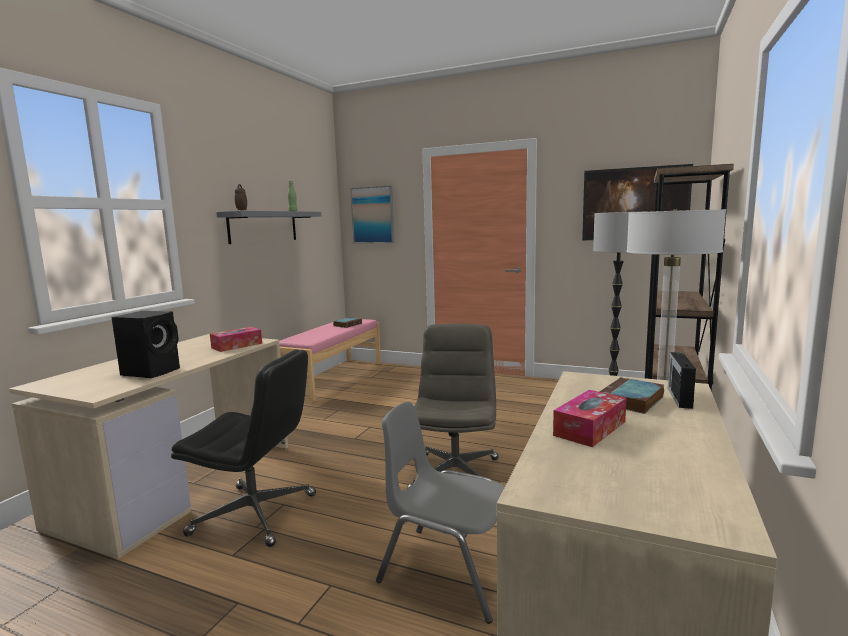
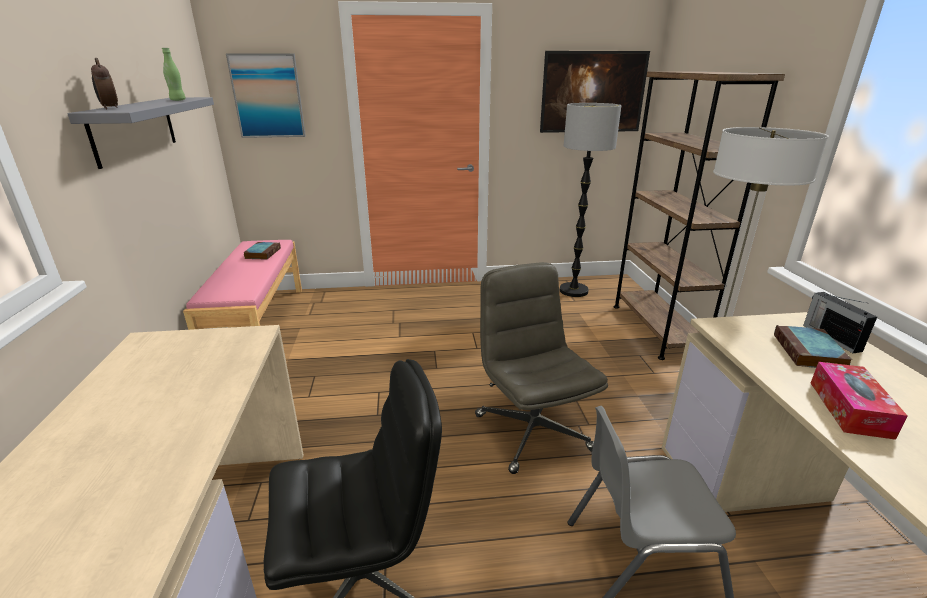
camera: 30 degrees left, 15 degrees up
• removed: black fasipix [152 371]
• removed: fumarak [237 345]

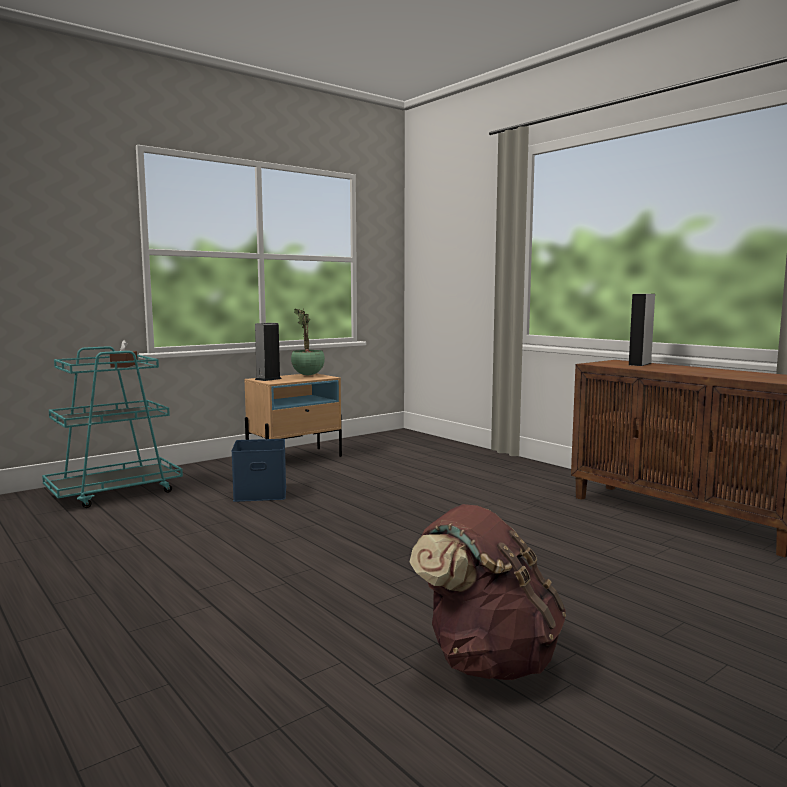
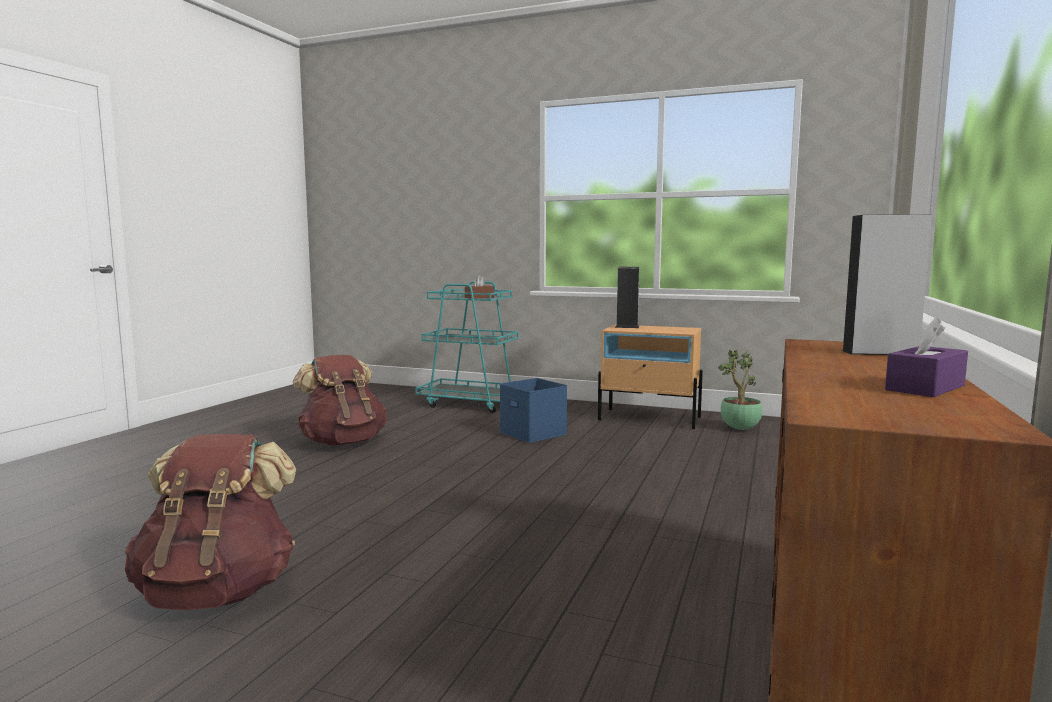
camera: 60 degrees right, 0 degrees up
• added: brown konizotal [343 442]
• moved: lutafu [308 375] to [739 429]
• added: purple fumarak [925 388]

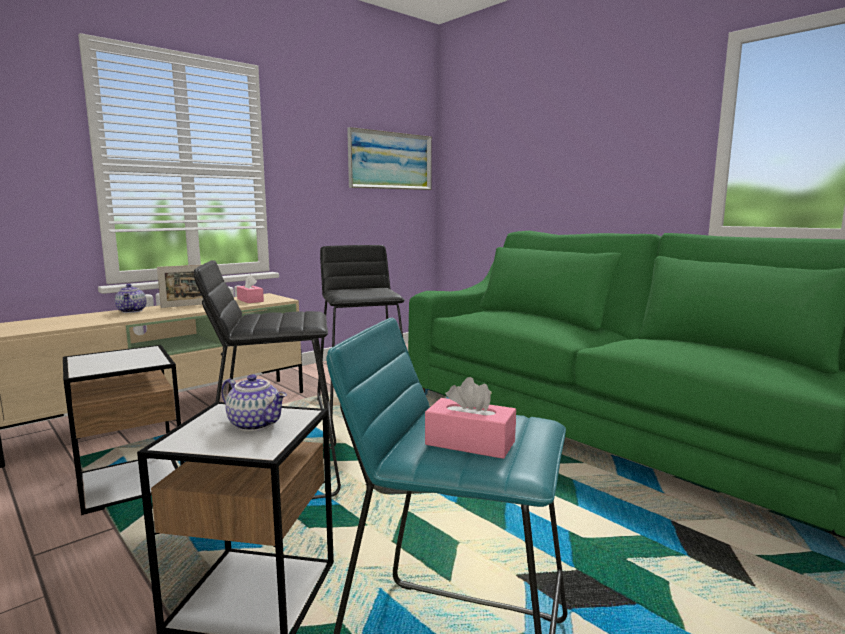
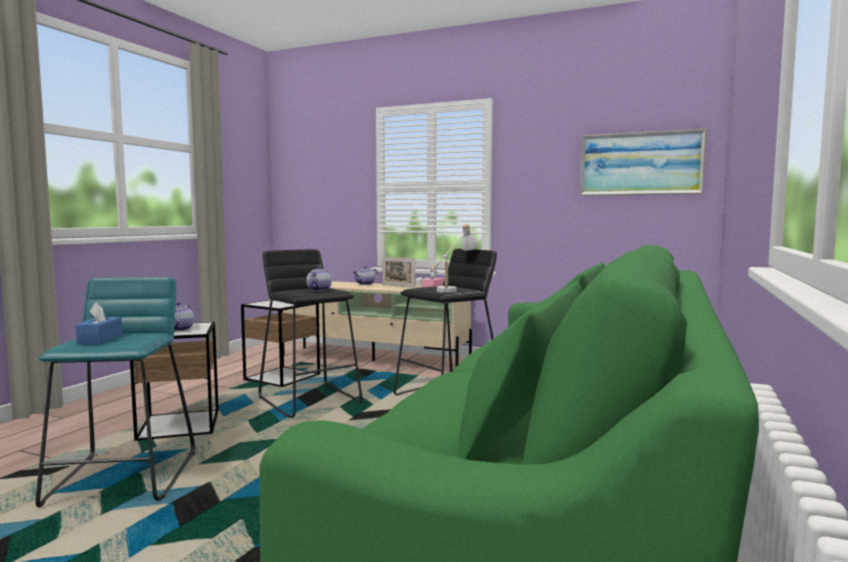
camera: 65 degrees right, 5 degrees down
• recoloured: pink fumarak [470 443] to blue fumarak [100 339]
• added: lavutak [318 290]
• added: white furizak [453 289]

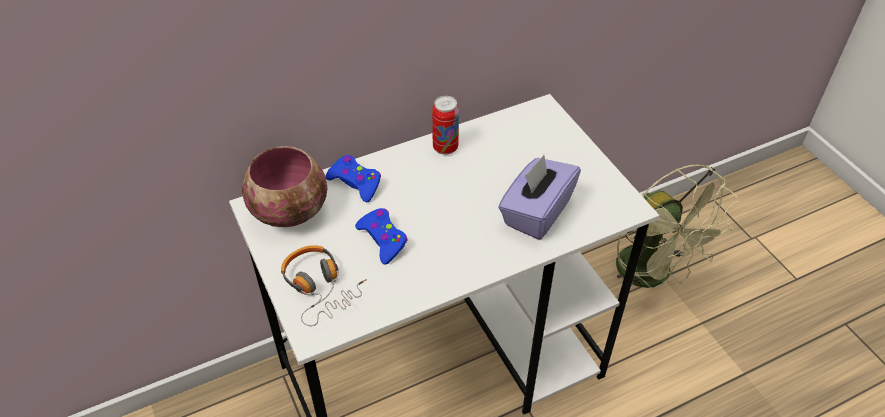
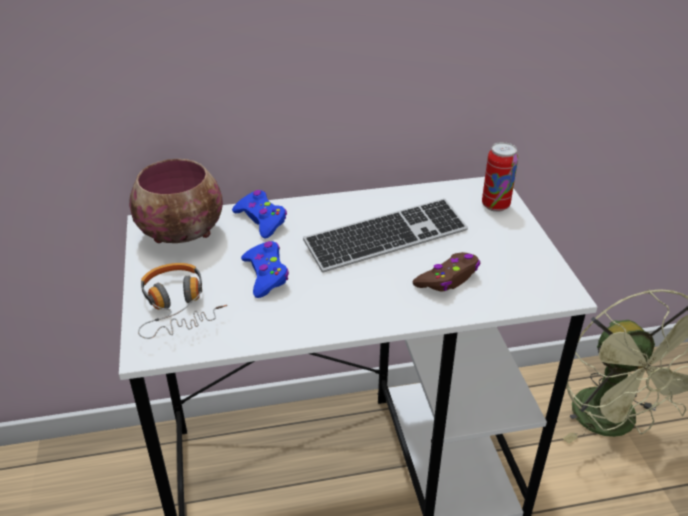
camera: 15 degrees right, 10 degrees down
• added: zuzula [386 238]
• replaced: purple fumarak [536 212] to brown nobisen [448 279]
• moved: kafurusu [445 147] to [495 205]

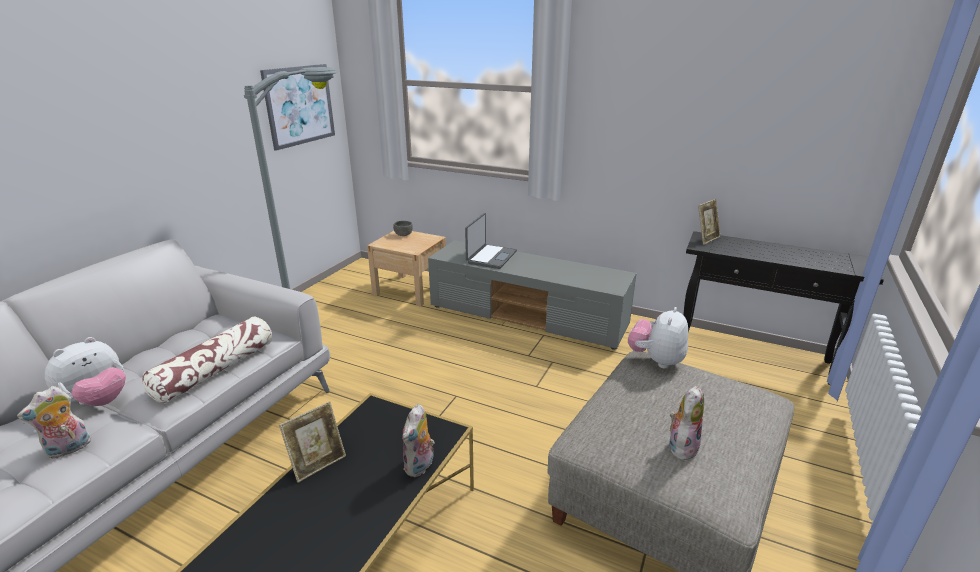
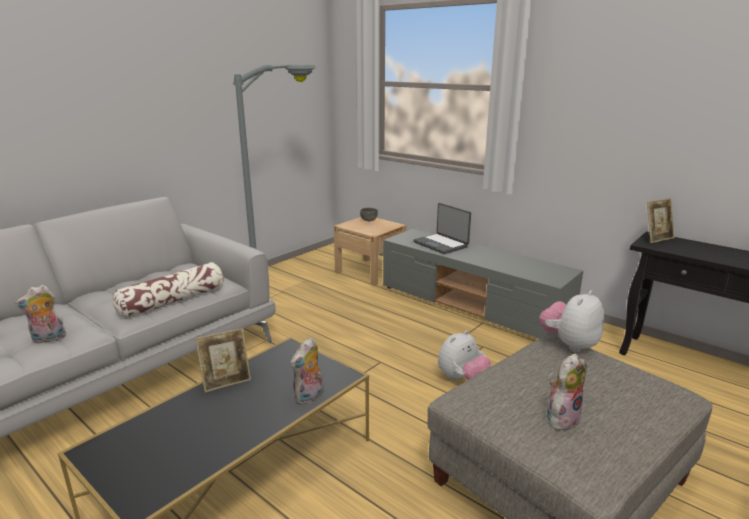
camera: 15 degrees right, 5 degrees down
• turned: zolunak [490 257] = [441 244] 105 degrees clockwise
• moved: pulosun [98 401] to [462 379]
• removed: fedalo [299 105]

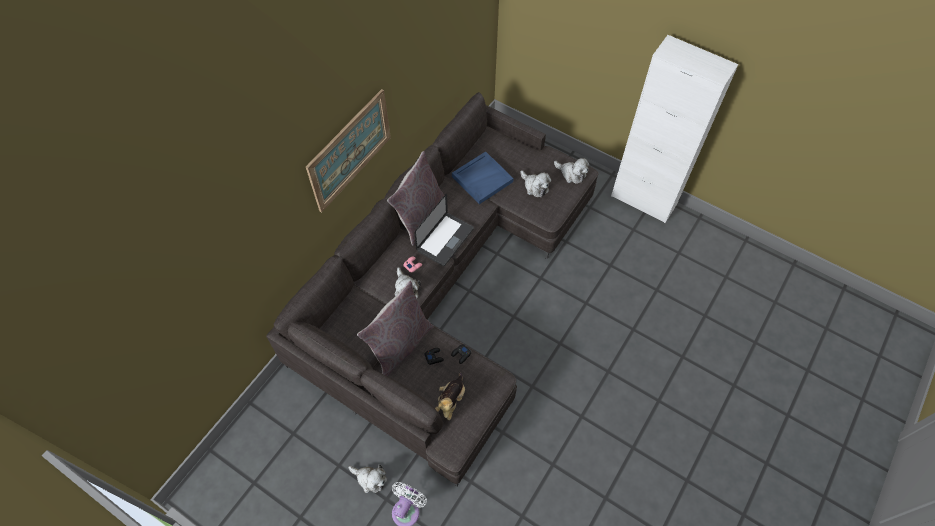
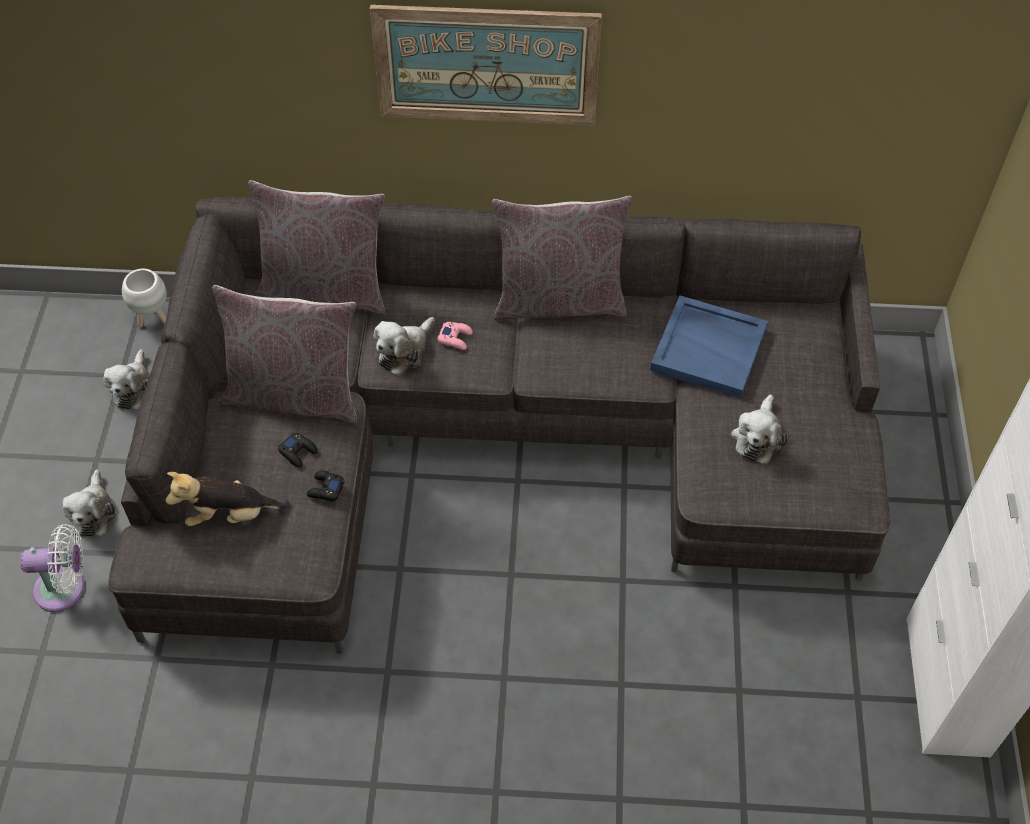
camera: 60 degrees right, 5 degrees down
• moved: pulosun [571 174] to [133 388]
• added: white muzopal [153 318]
• added: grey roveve [325 290]
• removed: zolunak [445 240]

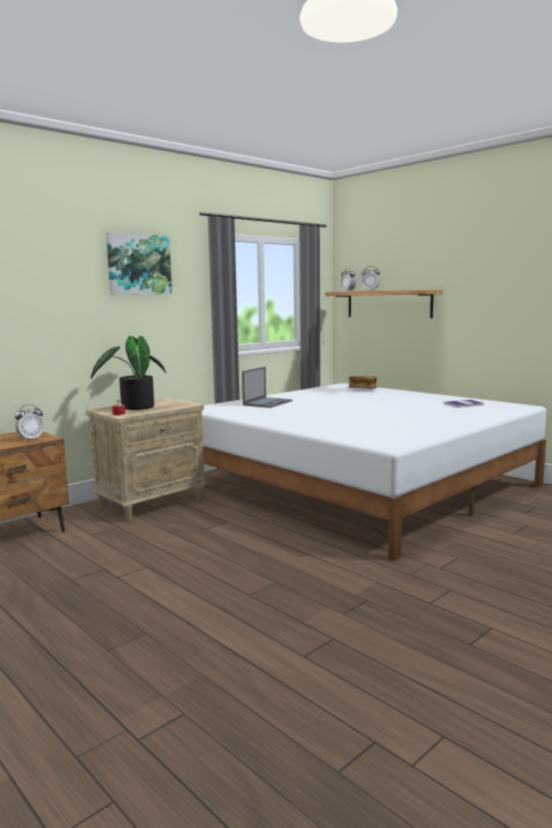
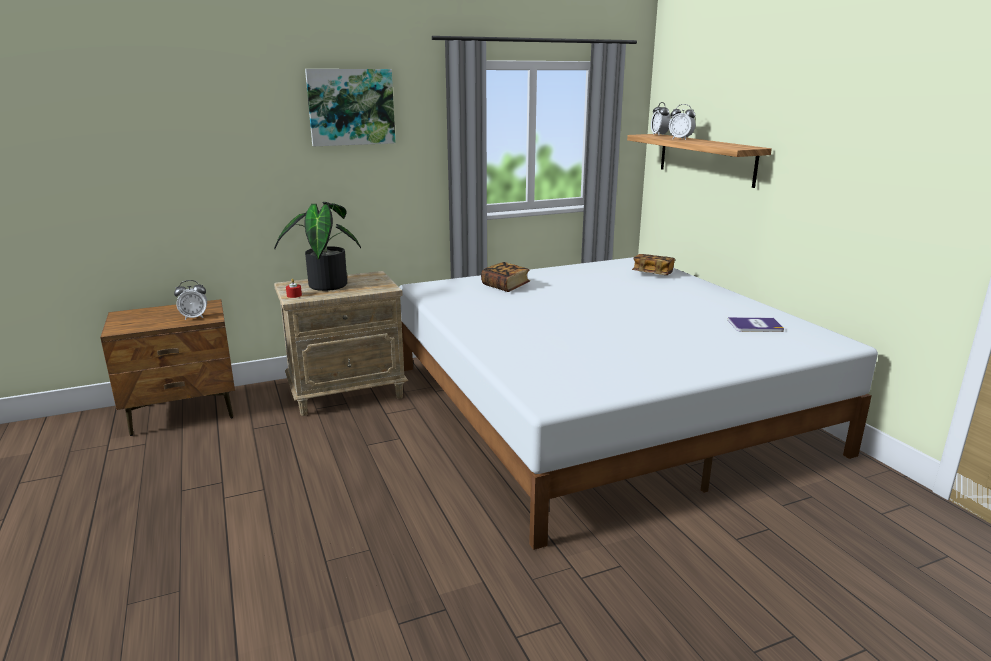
camera: 20 degrees right, 10 degrees up
• replaced: zolunak [268 403] to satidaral [505 286]

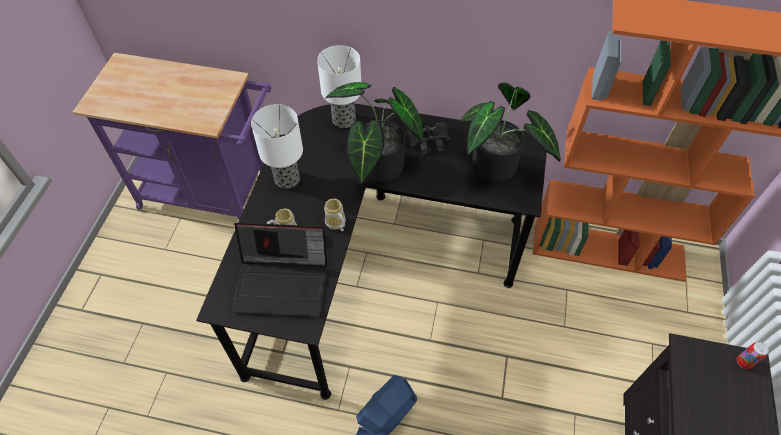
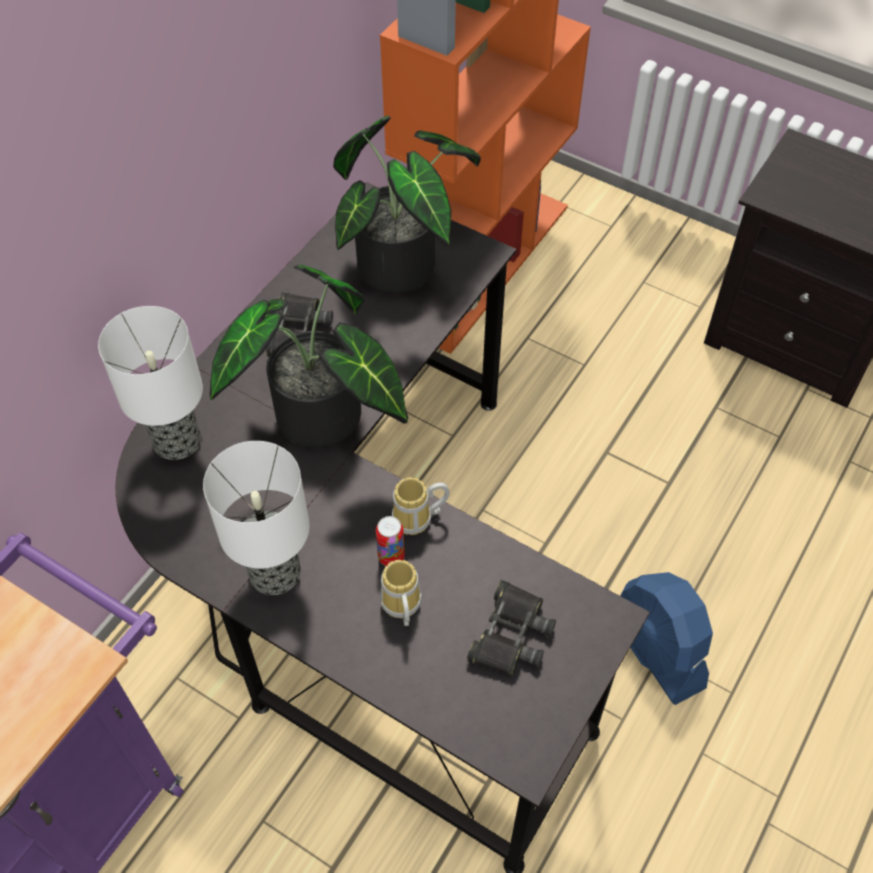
camera: 70 degrees left, 0 degrees up
• moved: kafurusu [743 362] to [391 557]
• replaced: zolunak [283 283] to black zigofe [510 634]

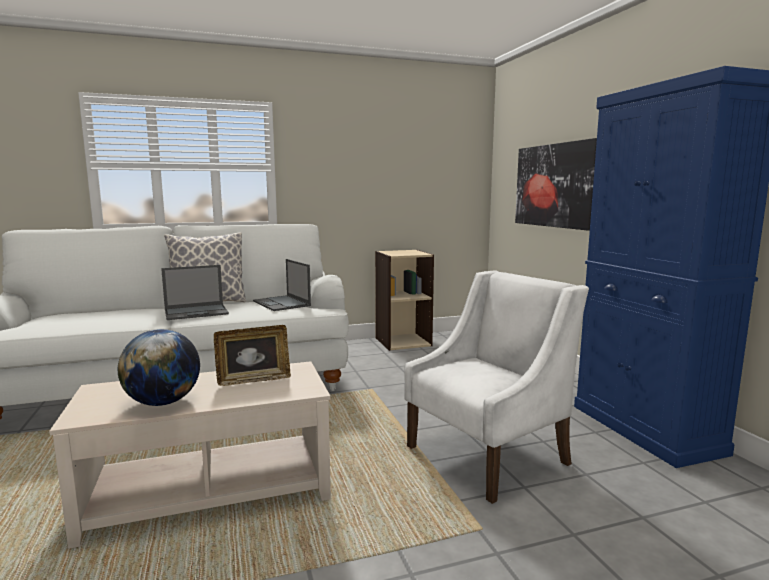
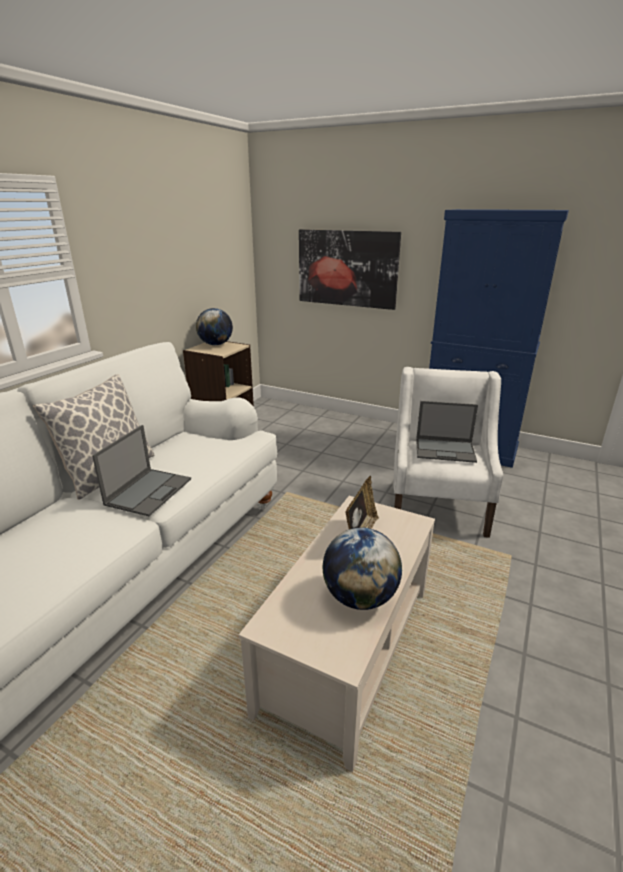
camera: 45 degrees left, 15 degrees up
• added: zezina [216 344]
• moved: zolunak [282 303] to [445 450]

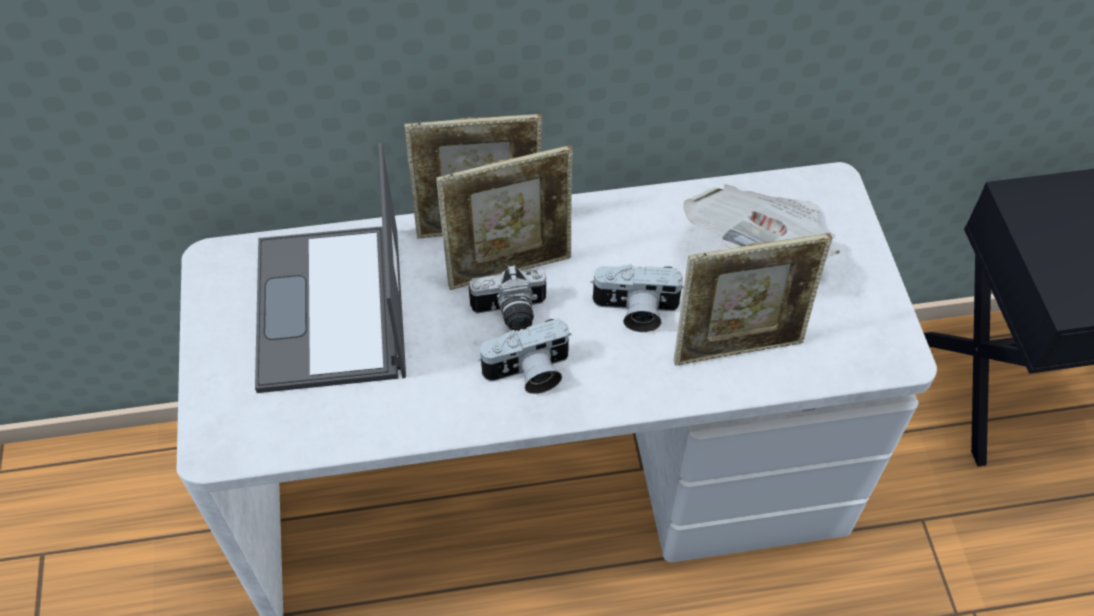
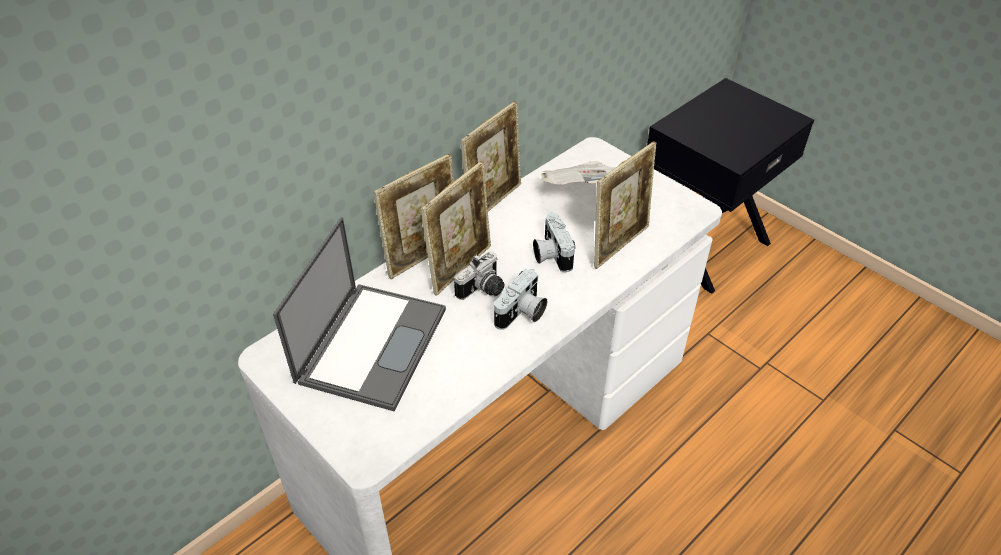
camera: 35 degrees left, 10 degrees down
• turned: zolunak [332 310] = [372 343] 120 degrees counterclockwise
• added: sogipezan [493 202]
• turned: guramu [635 311] = [550 254] 105 degrees clockwise

